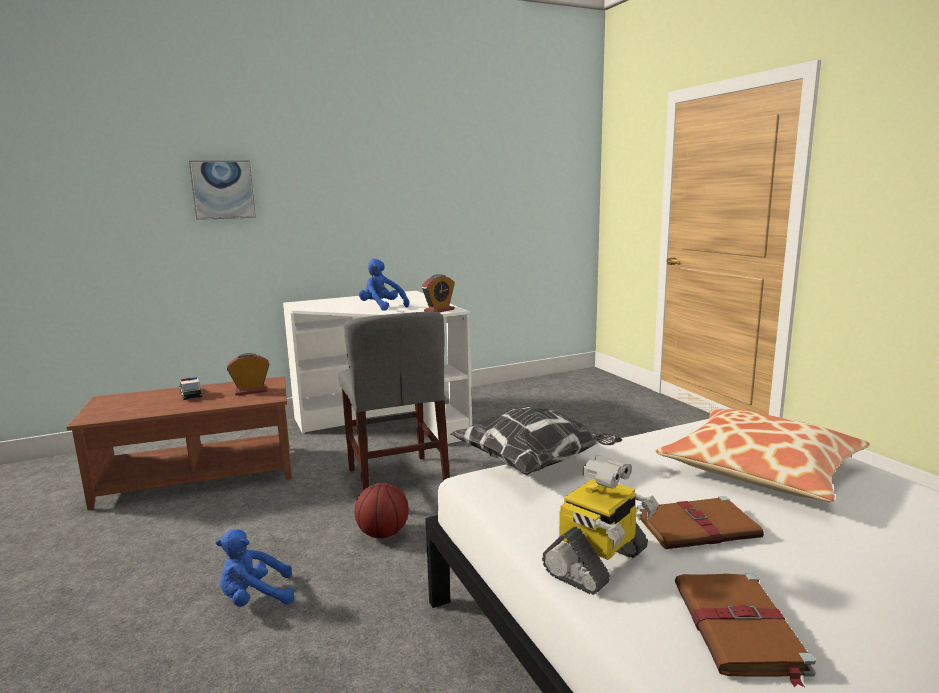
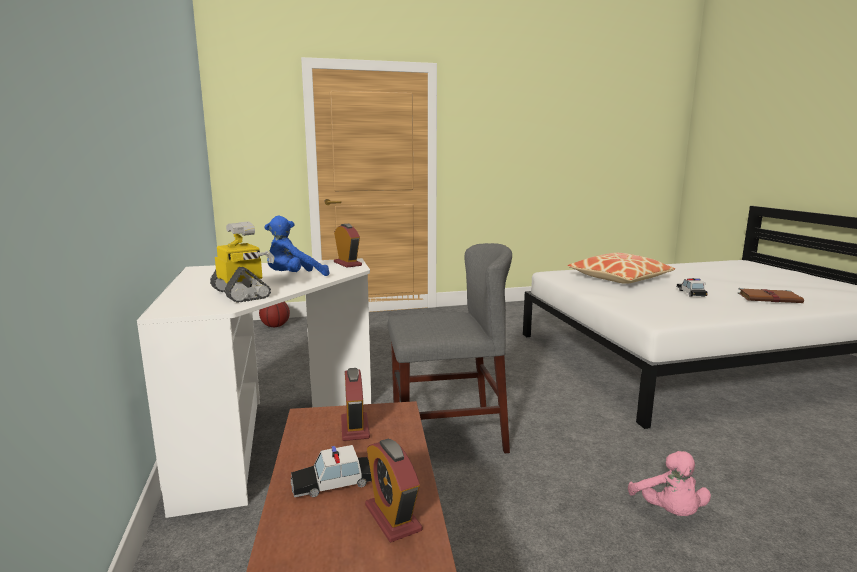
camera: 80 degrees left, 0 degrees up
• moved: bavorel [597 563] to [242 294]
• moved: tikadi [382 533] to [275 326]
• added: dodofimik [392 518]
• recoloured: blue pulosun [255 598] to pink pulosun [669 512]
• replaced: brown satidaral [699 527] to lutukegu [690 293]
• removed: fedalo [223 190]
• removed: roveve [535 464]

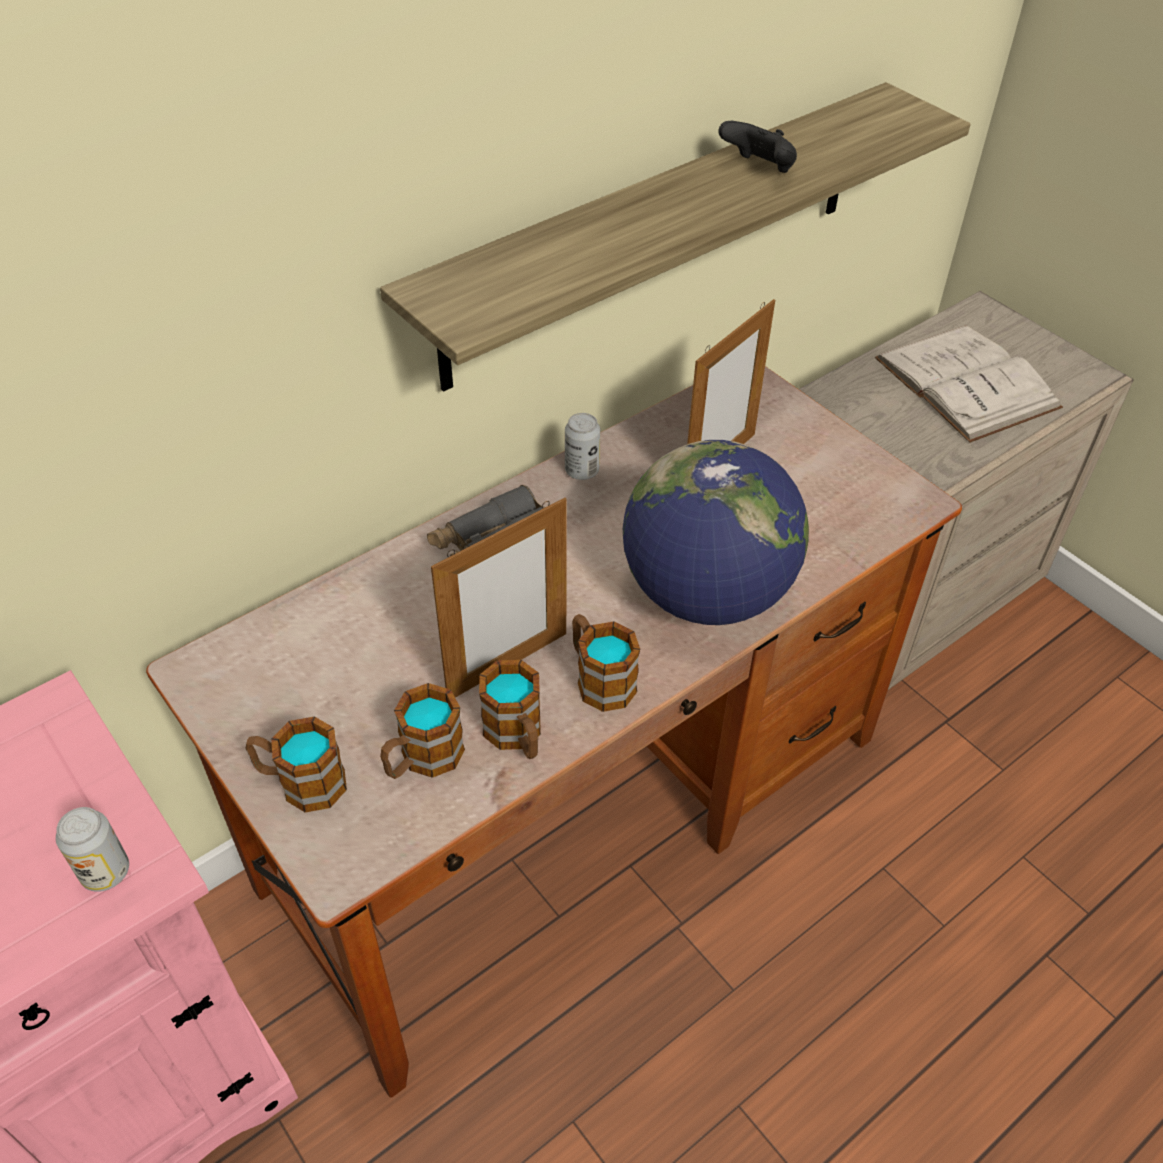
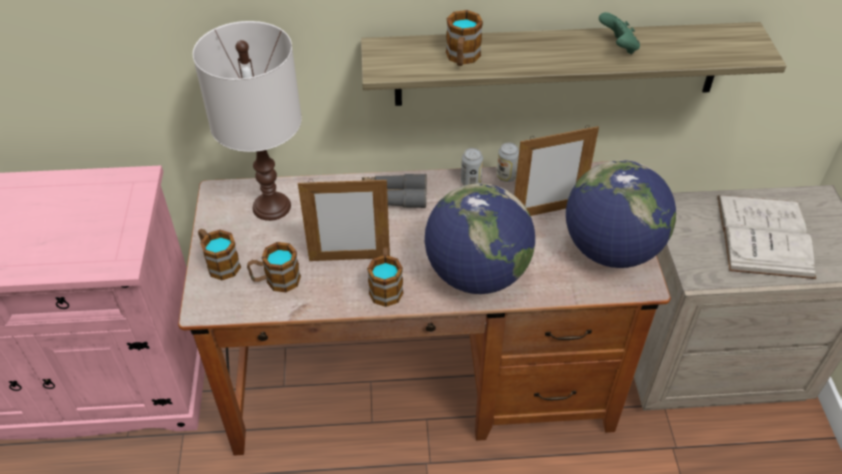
camera: 35 degrees right, 0 degrees up
• added: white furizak [271 207]
• moved: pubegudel [517 736] to [462 58]
• moved: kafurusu [105 872] to [506 176]
• added: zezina [611 250]
• recoloured: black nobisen [758 169] to green nobisen [618 47]

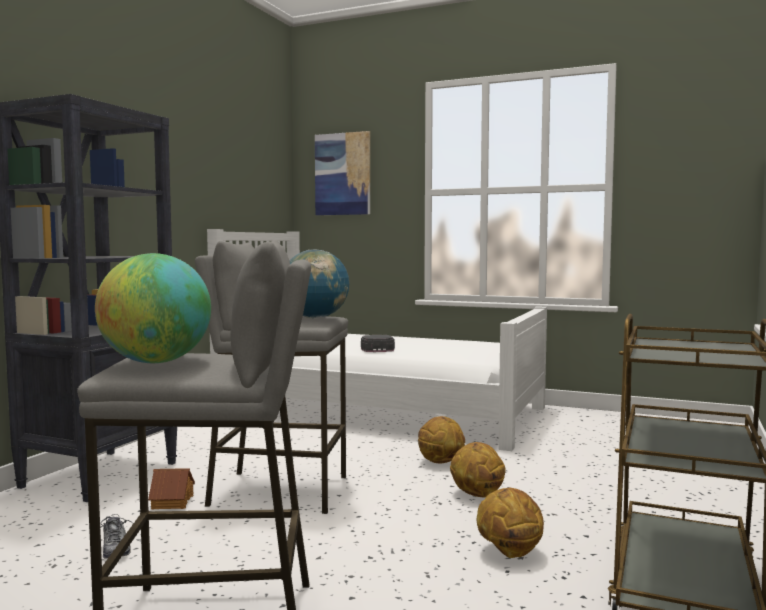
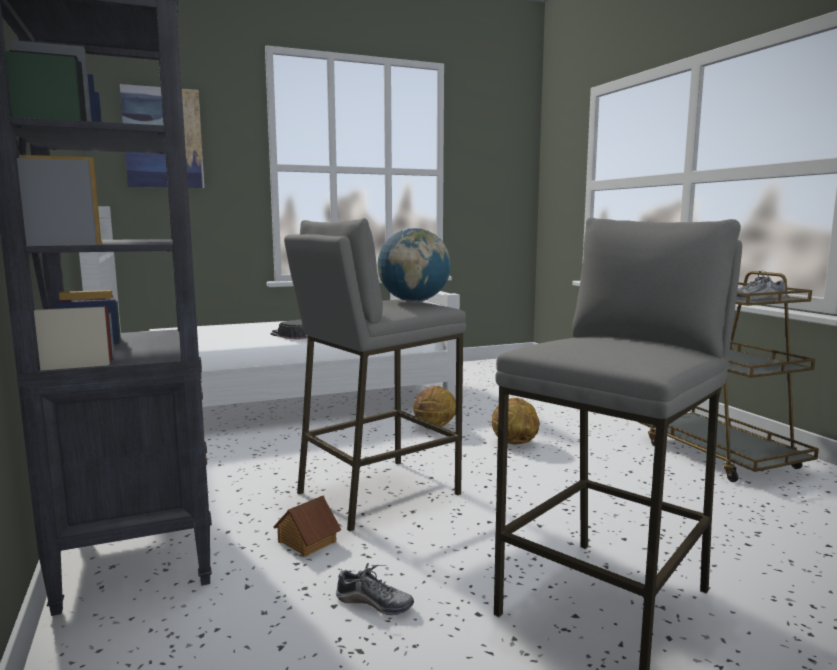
camera: 45 degrees left, 5 degrees up
• added: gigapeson [756 298]
• removed: zezina [156 362]
• removed: tikadi [509 552]

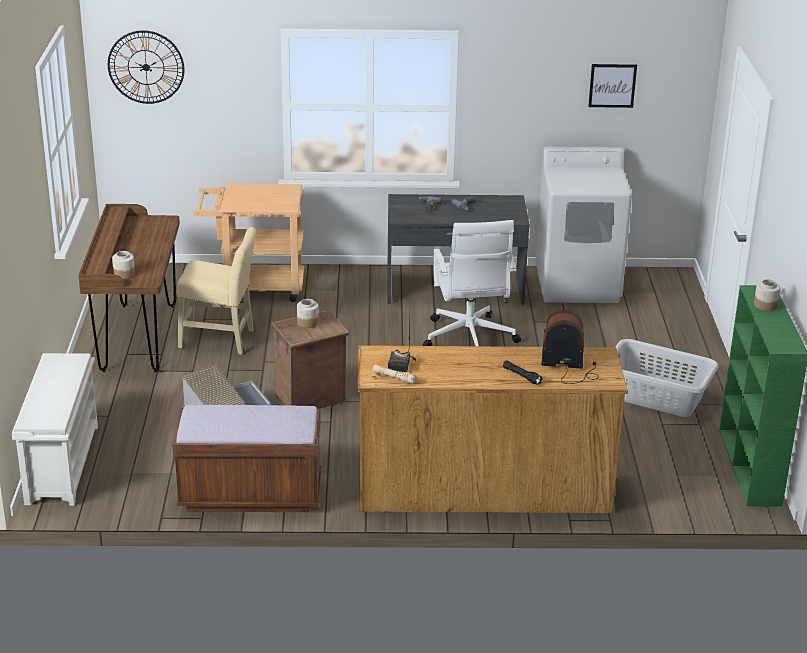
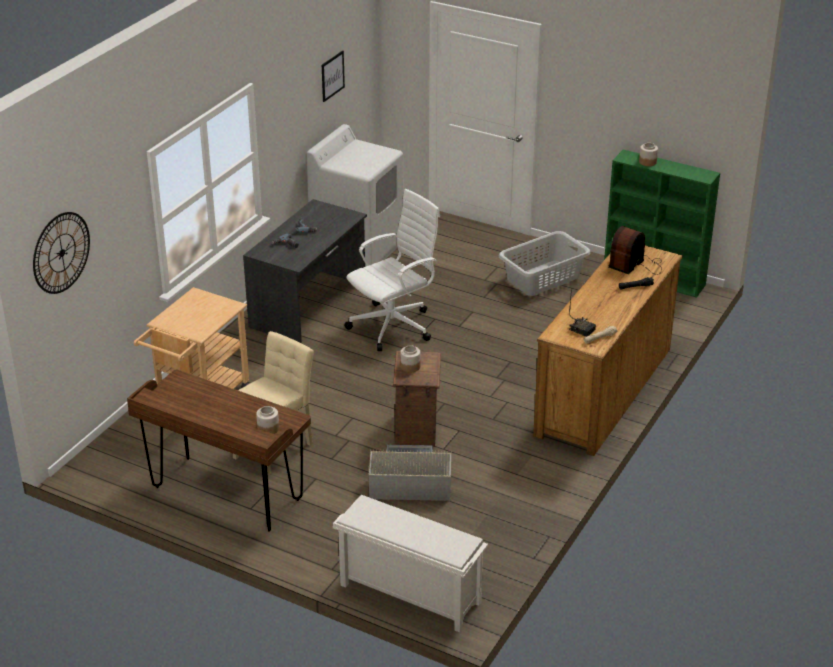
camera: 60 degrees left, 5 degrees up
• turned: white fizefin [469 339] = [394 325] 60 degrees counterclockwise
• removed: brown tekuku [250 494]

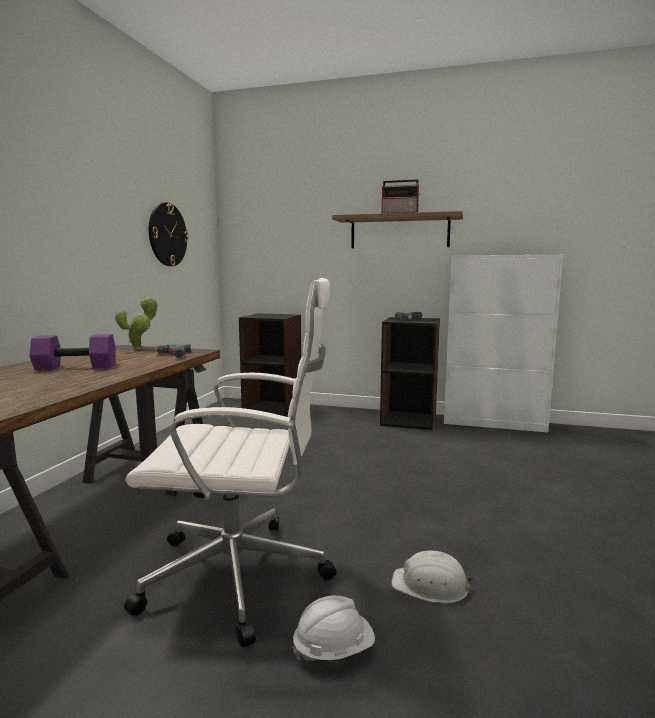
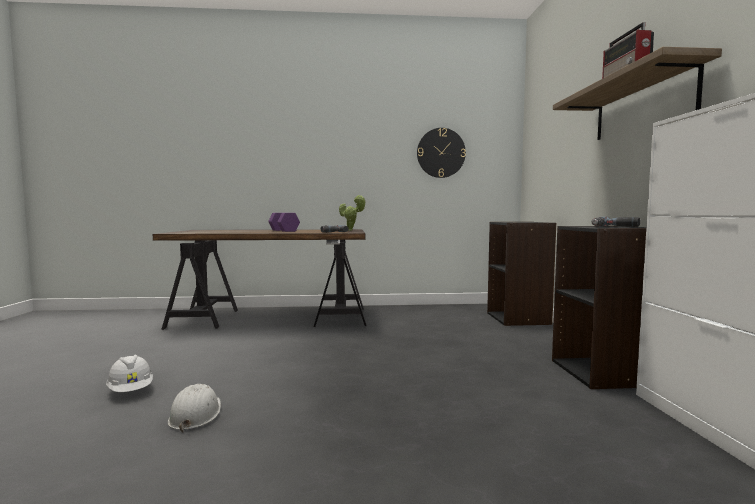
camera: 70 degrees right, 5 degrees down
• removed: white fizefin [241 576]

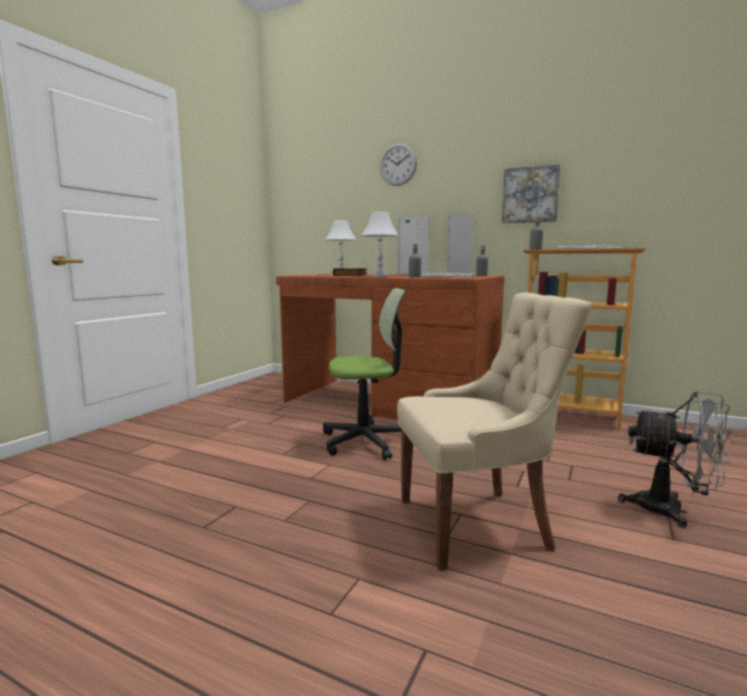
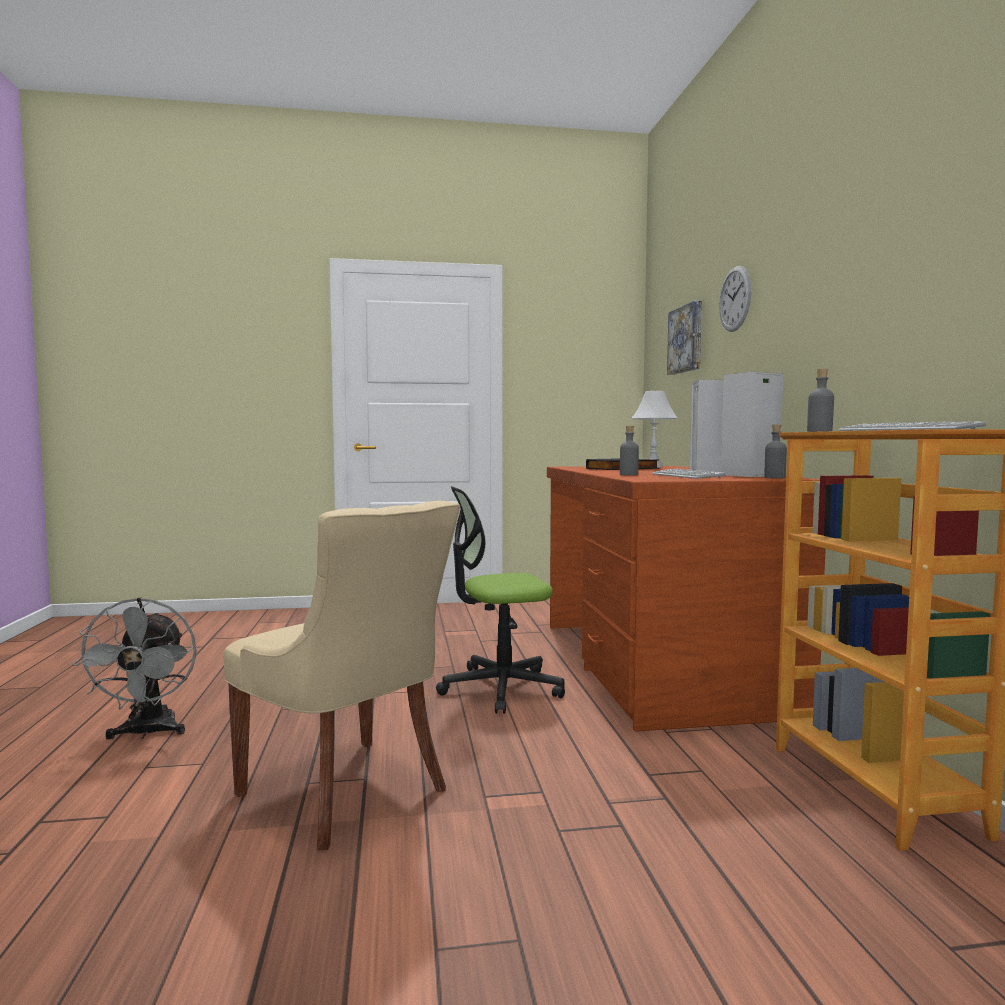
camera: 55 degrees right, 5 degrees down
• moved: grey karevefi [672 510] to [147 733]
• turned: fizefin [366 441] = [500 688] 120 degrees clockwise
• moved: fedalo [530 195] to [687 339]
• removed: white furizak [379 276]

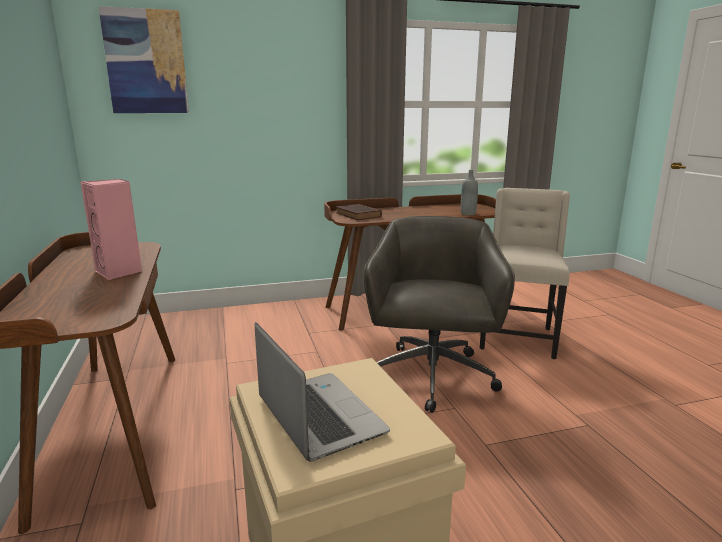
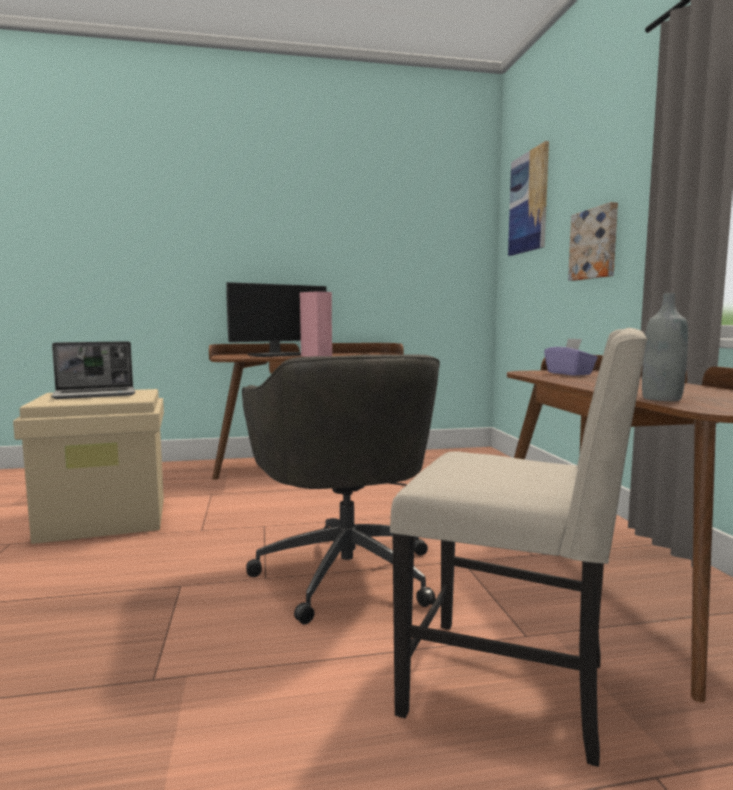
camera: 95 degrees right, 10 degrees down
• added: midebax [277 355]
• turned: grey fizefin [431 378] = [345 572] 60 degrees clockwise
• replaced: brown satidaral [359 215] to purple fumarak [569 373]
• added: fedalo [595 244]

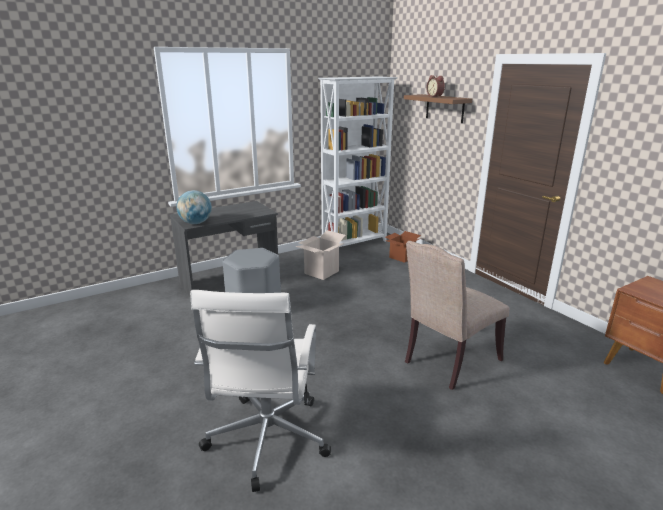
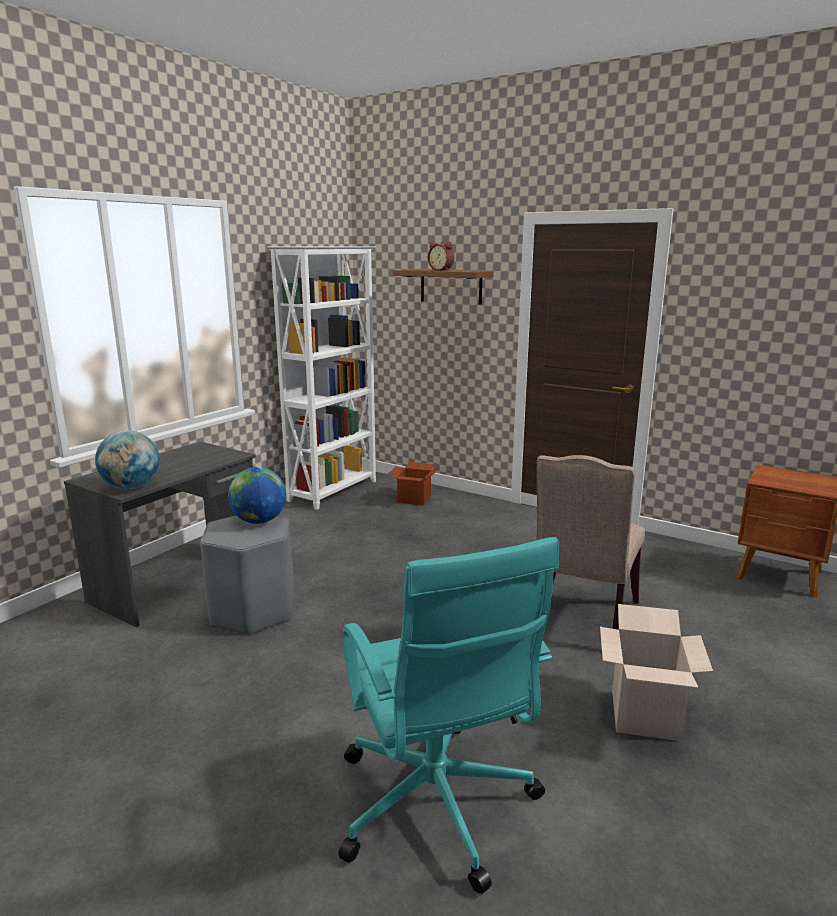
camera: 25 degrees left, 5 degrees down
• added: zezina [259 521]
• recoloured: white fizefin [266 441] to turquoise fizefin [436 807]
• moved: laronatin [321 272] to [644 715]

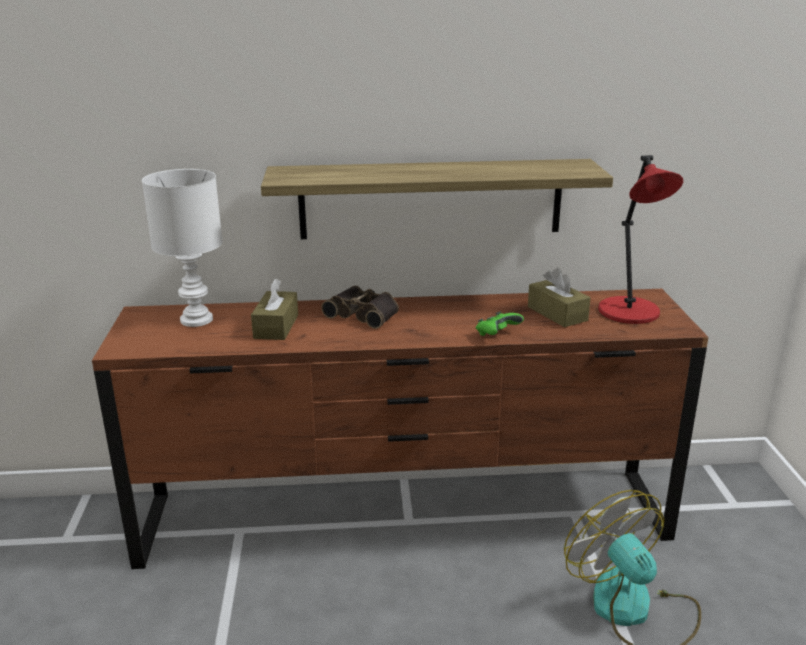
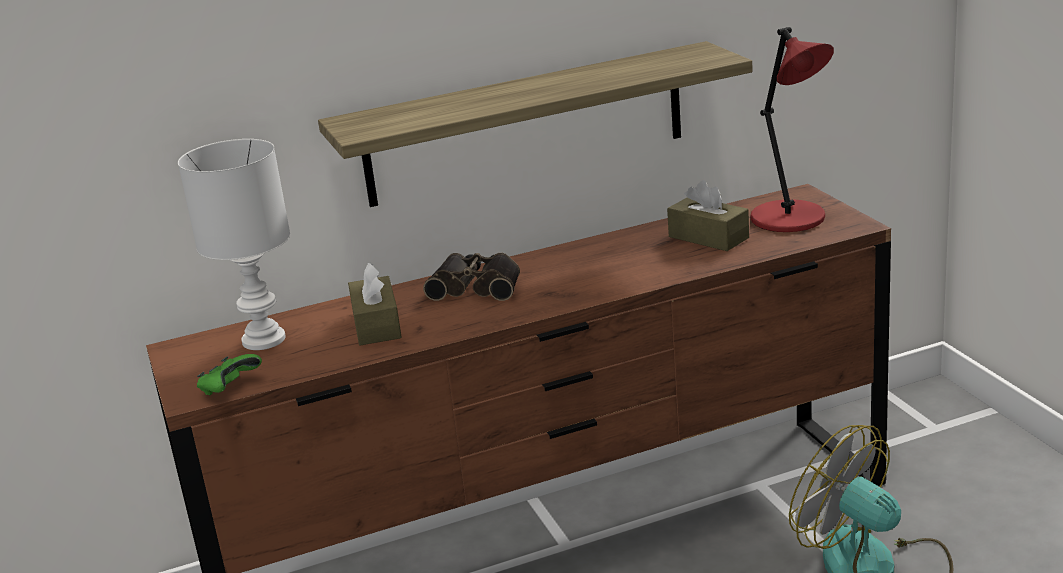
camera: 15 degrees left, 0 degrees up
• moved: green nobisen [497 334] to [230 389]

